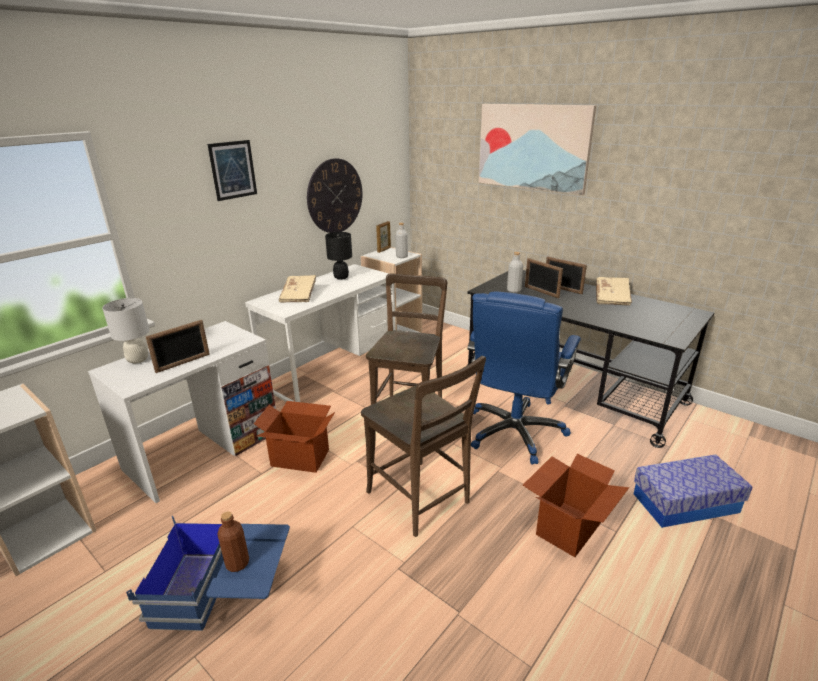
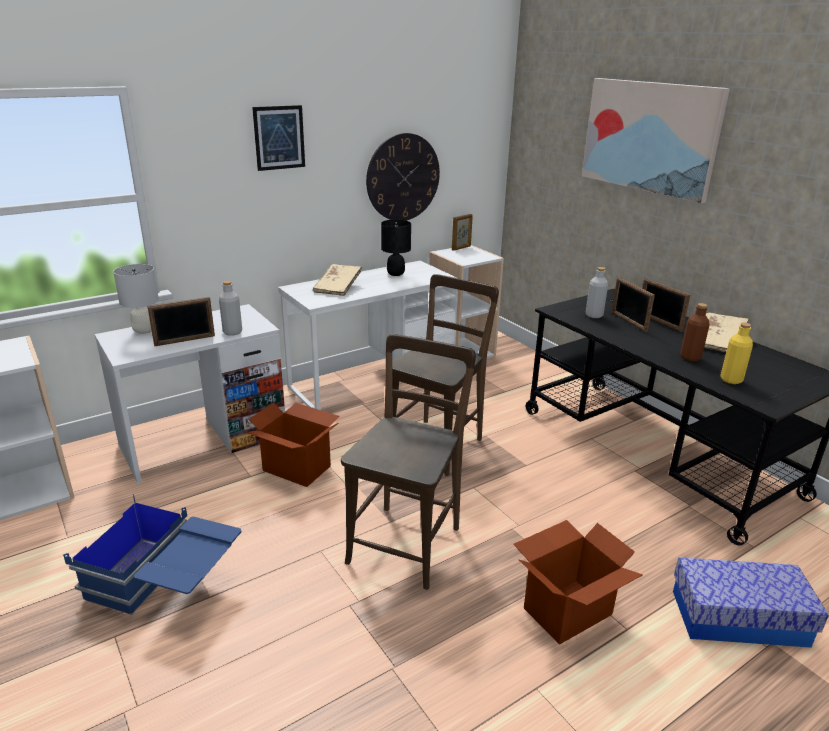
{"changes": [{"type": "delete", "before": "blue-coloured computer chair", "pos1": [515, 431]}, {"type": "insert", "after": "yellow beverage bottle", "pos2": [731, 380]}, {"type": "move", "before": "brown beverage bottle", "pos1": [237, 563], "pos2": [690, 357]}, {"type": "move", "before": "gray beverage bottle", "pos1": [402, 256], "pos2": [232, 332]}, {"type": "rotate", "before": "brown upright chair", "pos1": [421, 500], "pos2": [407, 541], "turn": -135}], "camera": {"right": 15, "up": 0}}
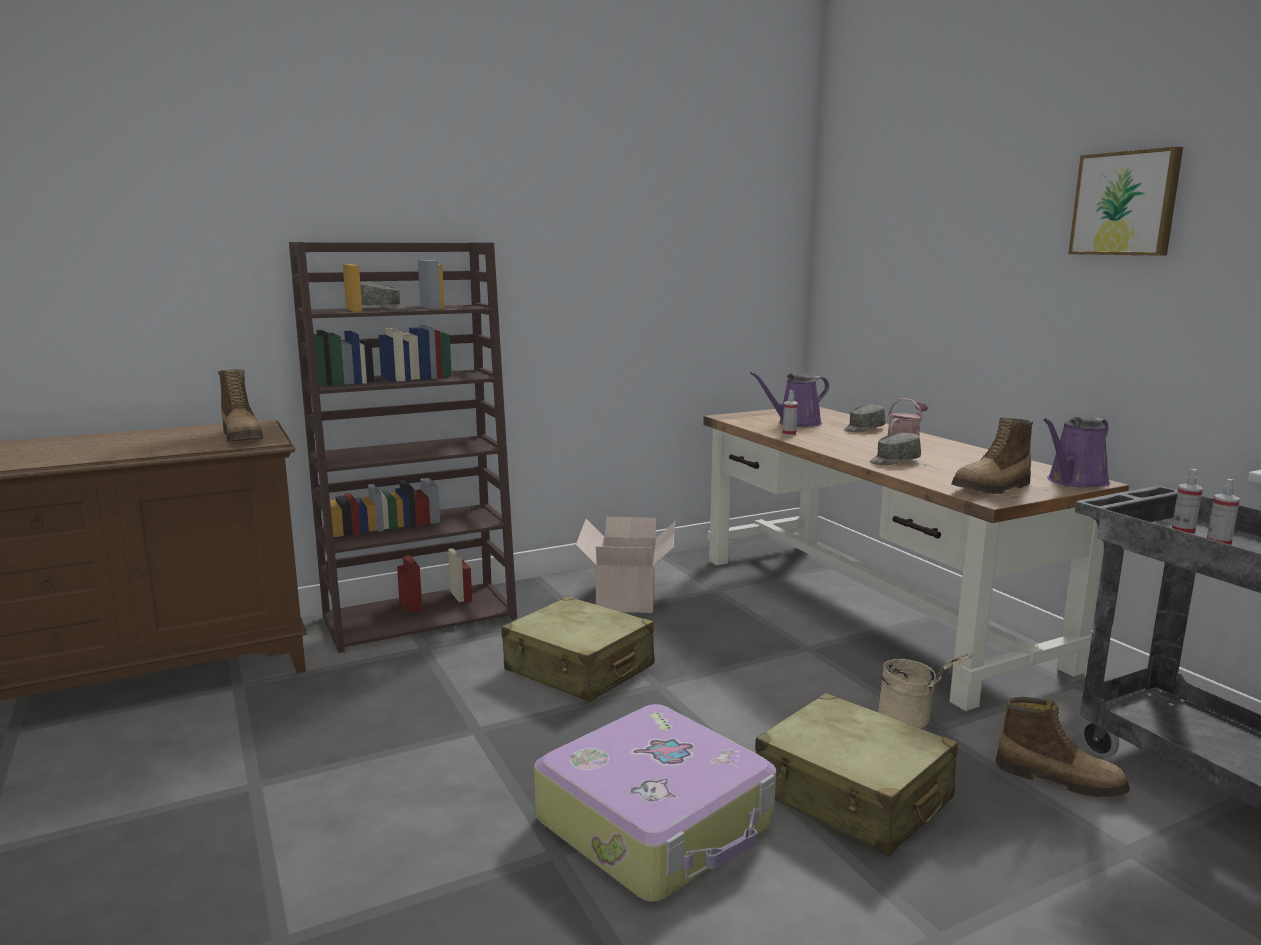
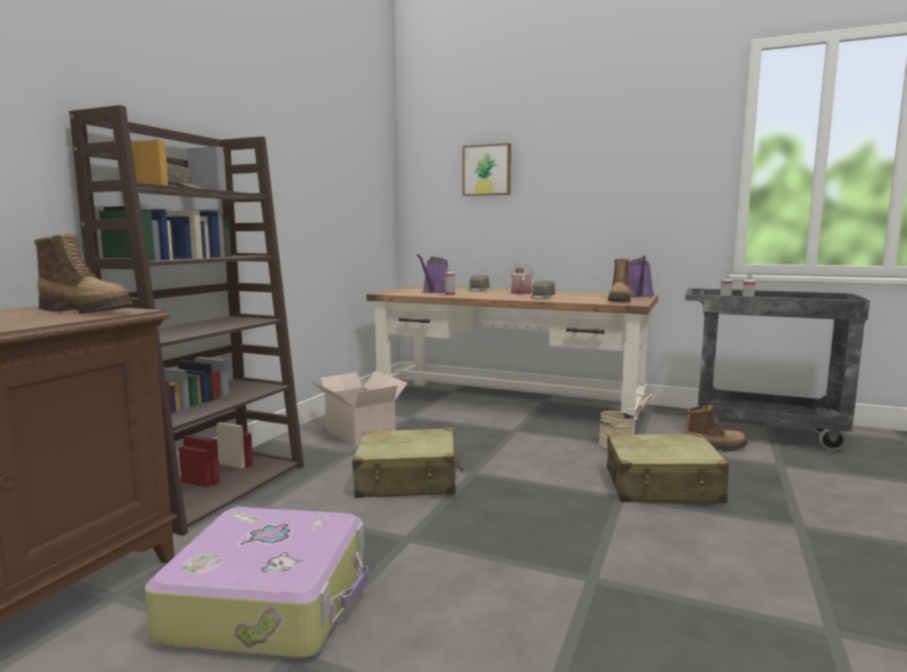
{"changes": [{"type": "move", "before": "suitcase", "pos1": [657, 822], "pos2": [270, 601]}, {"type": "move", "before": "wall picture", "pos1": [1126, 203], "pos2": [487, 170]}], "camera": {"right": -40, "up": -5}}
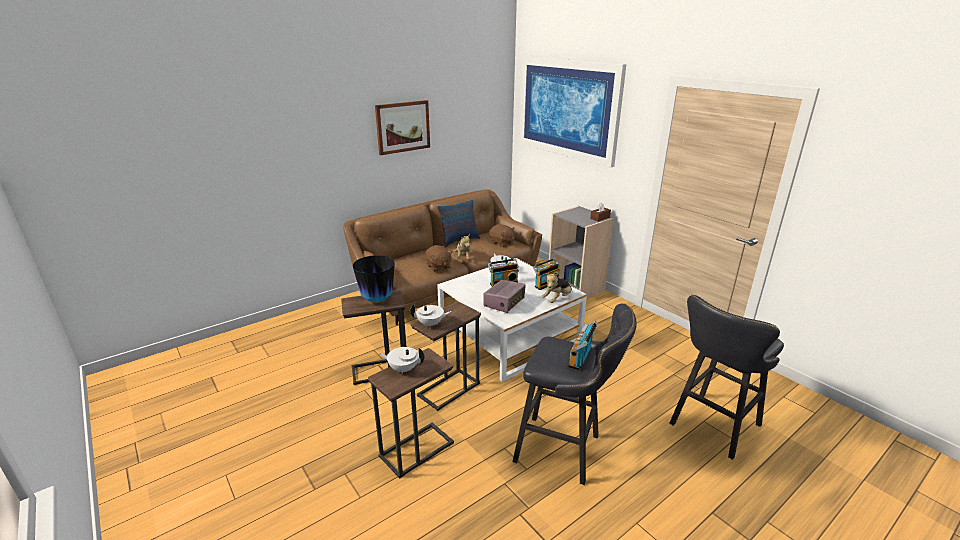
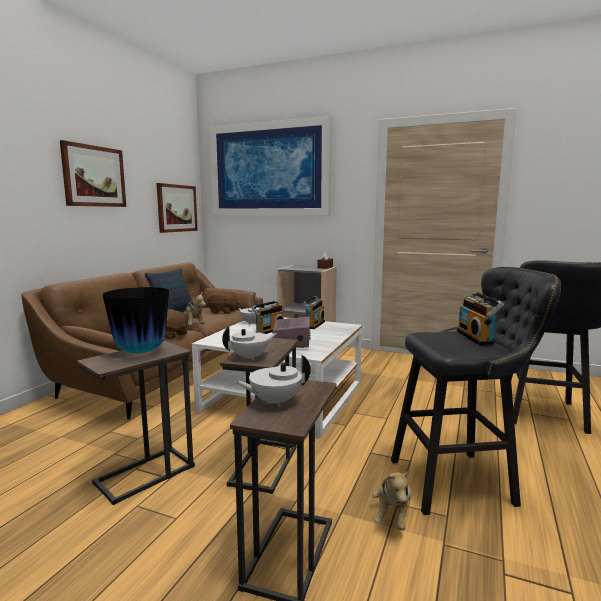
{"changes": [{"type": "insert", "after": "wall picture", "pos2": [177, 208]}, {"type": "move", "before": "cuddly toy", "pos1": [557, 299], "pos2": [393, 515]}], "camera": {"right": -30, "up": -15}}
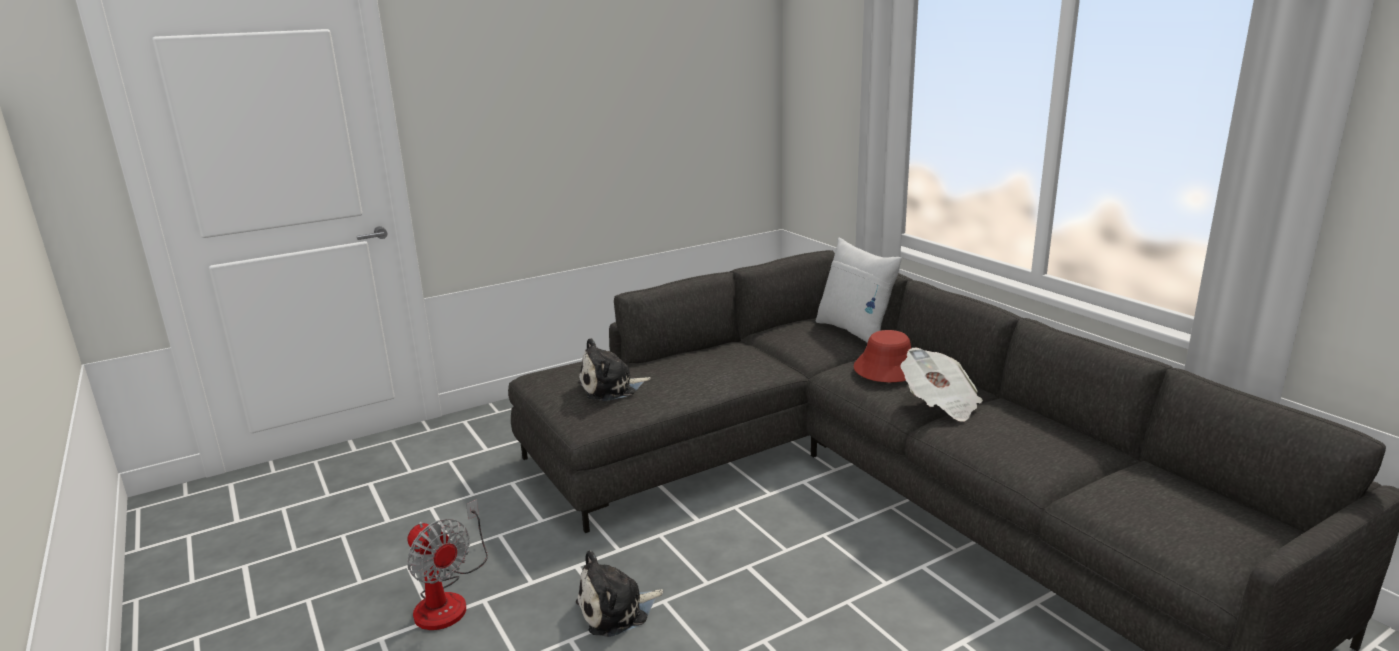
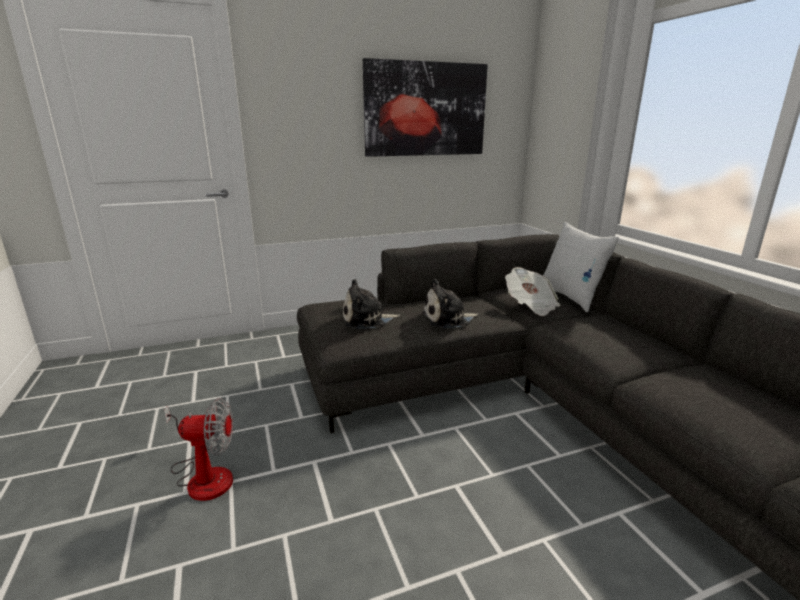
{"changes": [{"type": "delete", "before": "red-coloured clothing hat", "pos1": [887, 368]}, {"type": "insert", "after": "wall picture", "pos2": [425, 109]}, {"type": "move", "before": "cuddly toy", "pos1": [617, 610], "pos2": [448, 319]}, {"type": "move", "before": "daily paper", "pos1": [940, 404], "pos2": [531, 305]}, {"type": "rotate", "before": "cooling fan", "pos1": [448, 599], "pos2": [204, 475], "turn": -60}], "camera": {"right": 10, "up": 0}}
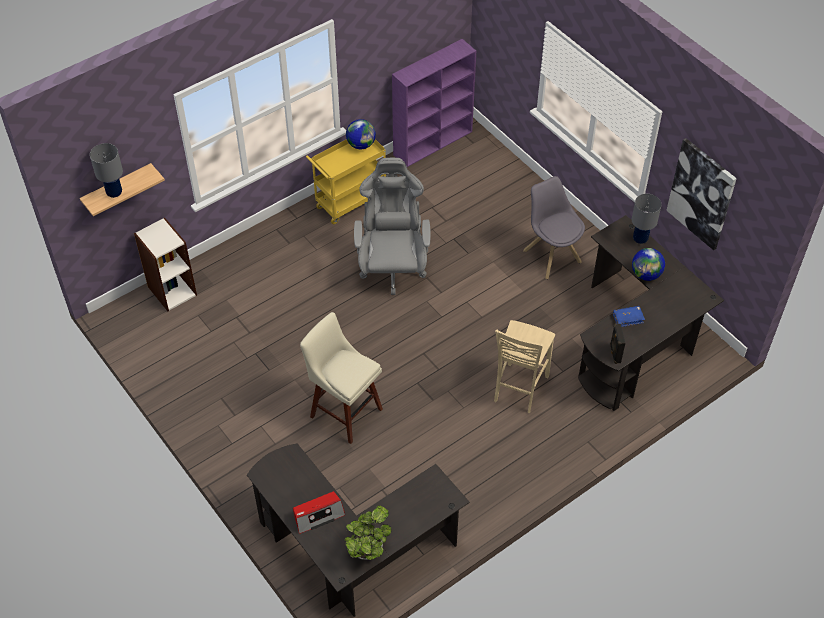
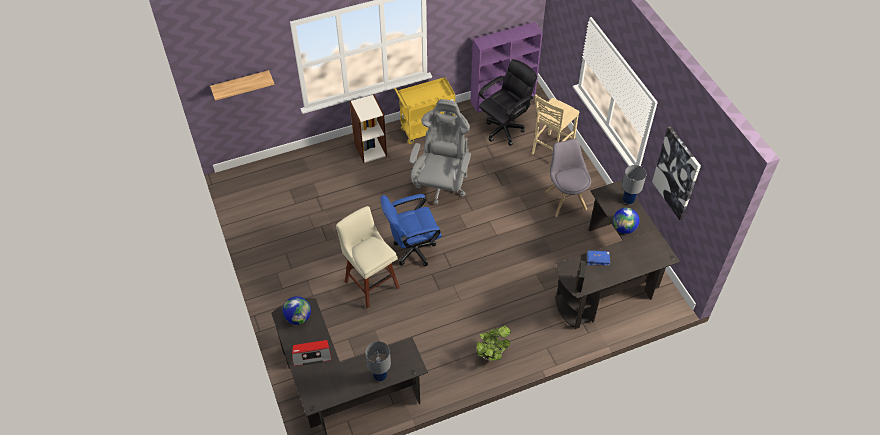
{"changes": [{"type": "insert", "after": "blue-coloured computer chair", "pos2": [412, 252]}, {"type": "insert", "after": "blackish computer chair", "pos2": [505, 129]}, {"type": "move", "before": "gray tabletop lamp", "pos1": [114, 193], "pos2": [380, 376]}, {"type": "move", "before": "bookshelf", "pos1": [172, 290], "pos2": [370, 149]}, {"type": "move", "before": "houseplant", "pos1": [367, 548], "pos2": [491, 353]}, {"type": "move", "before": "globe", "pos1": [361, 145], "pos2": [298, 317]}, {"type": "move", "before": "sand-coloured upright chair", "pos1": [519, 389], "pos2": [550, 150]}], "camera": {"right": 15, "up": 0}}
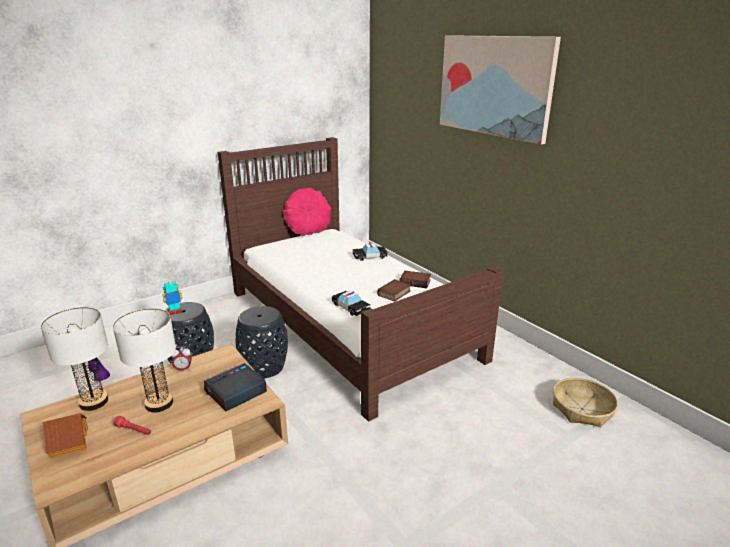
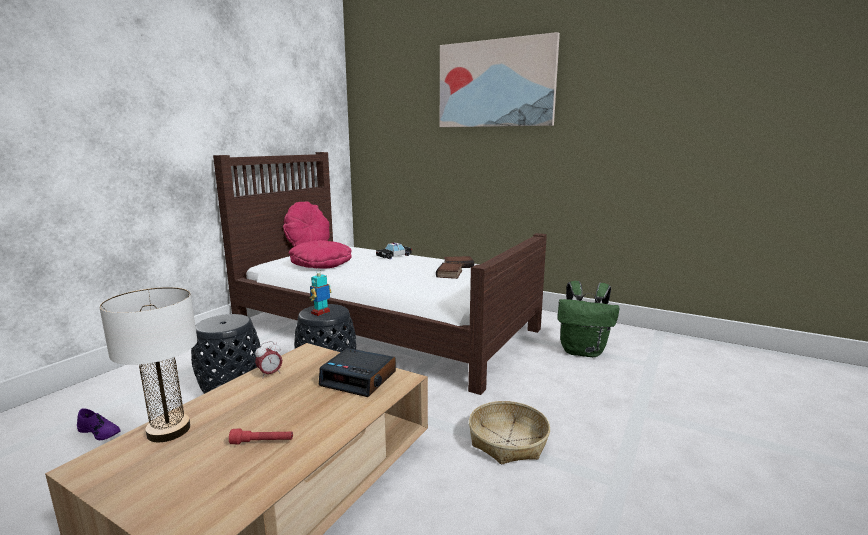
{"changes": [{"type": "delete", "before": "miniature house", "pos1": [69, 443]}, {"type": "delete", "before": "tabletop lamp", "pos1": [159, 403]}, {"type": "delete", "before": "toy car", "pos1": [350, 307]}, {"type": "insert", "after": "pink throw pillow", "pos2": [322, 264]}, {"type": "insert", "after": "green-coloured backpack", "pos2": [583, 351]}, {"type": "move", "before": "robot figure", "pos1": [175, 312], "pos2": [321, 313]}, {"type": "move", "before": "household basket", "pos1": [582, 409], "pos2": [508, 441]}, {"type": "rotate", "before": "table clock", "pos1": [235, 392], "pos2": [359, 379], "turn": -90}], "camera": {"right": -25, "up": -10}}
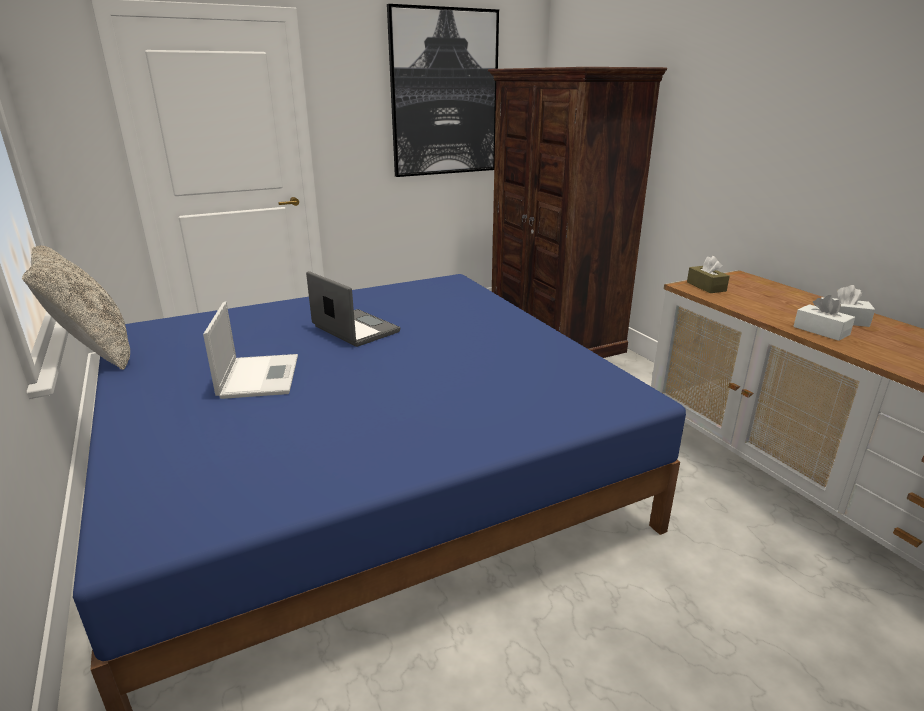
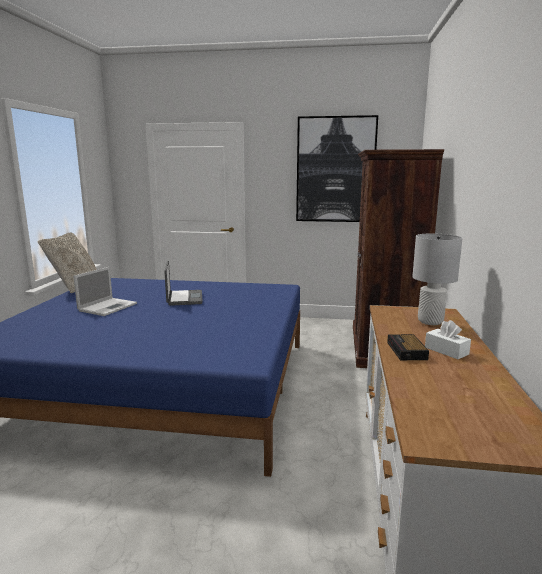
{"changes": [{"type": "delete", "before": "brown box of tissues", "pos1": [706, 286]}, {"type": "insert", "after": "gray tabletop lamp", "pos2": [430, 323]}, {"type": "replace", "before": "white box of tissues", "after": "table clock", "pos1": [821, 331], "pos2": [407, 351]}], "camera": {"right": 35, "up": -10}}
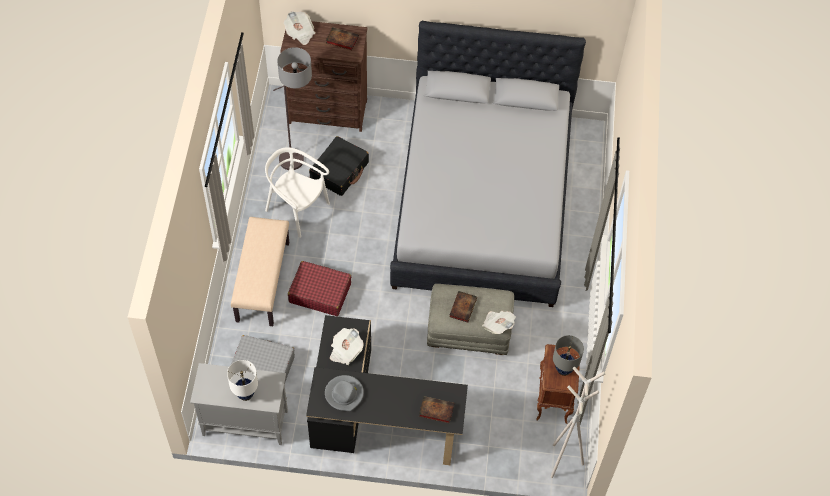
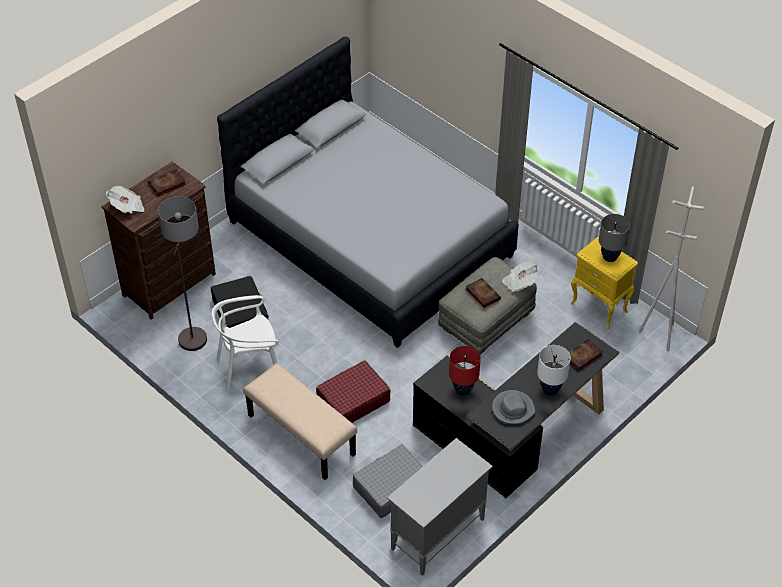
{"changes": [{"type": "move", "before": "white tabletop lamp", "pos1": [245, 394], "pos2": [550, 388]}, {"type": "replace", "before": "daily paper", "after": "red-coloured tabletop lamp", "pos1": [345, 351], "pos2": [463, 389]}, {"type": "recolor", "before": "brown nightstand", "after": "yellow nightstand", "pos1": [553, 400], "pos2": [599, 307]}], "camera": {"right": -50, "up": -10}}
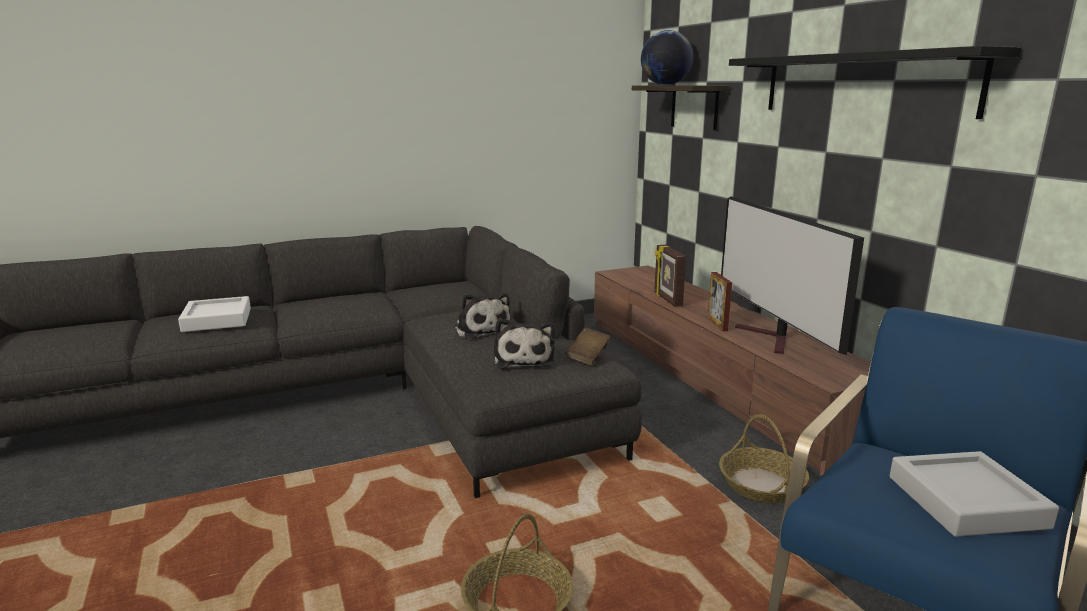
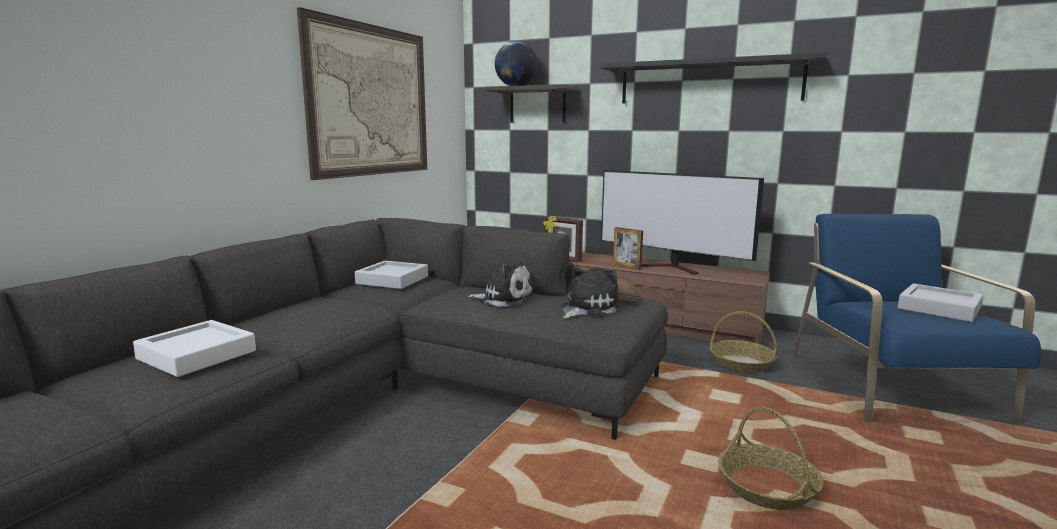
{"changes": [{"type": "insert", "after": "wall picture", "pos2": [370, 101]}, {"type": "insert", "after": "gray serving tray", "pos2": [392, 280]}, {"type": "rotate", "before": "cuddly toy", "pos1": [524, 358], "pos2": [587, 308], "turn": -90}], "camera": {"right": -40, "up": -5}}
